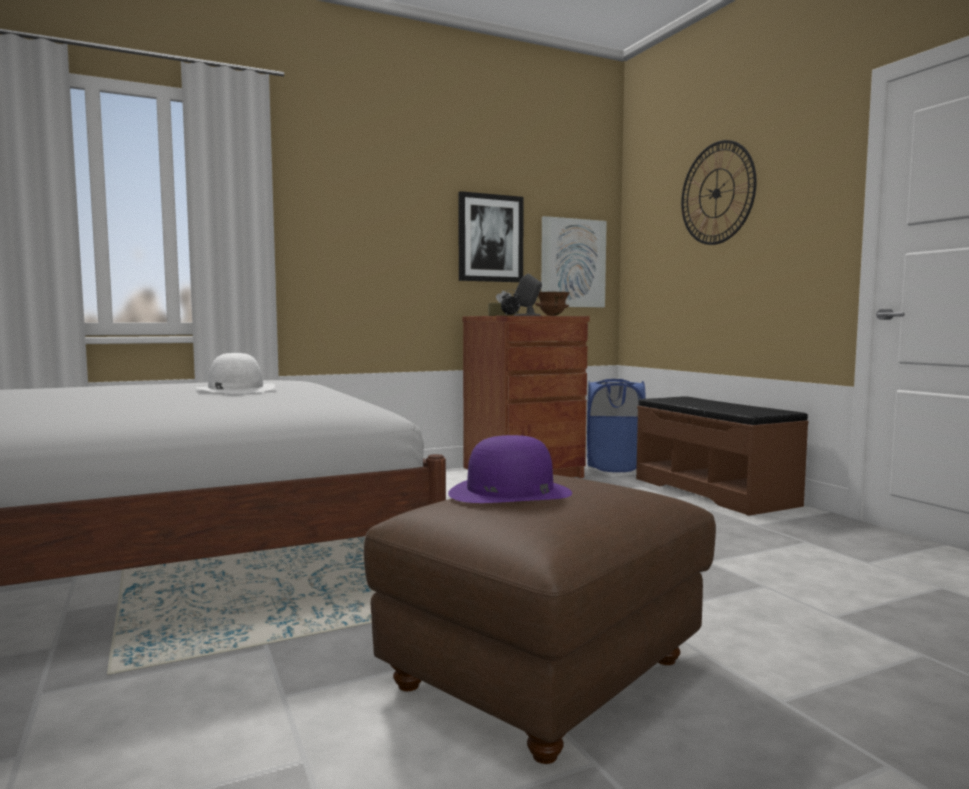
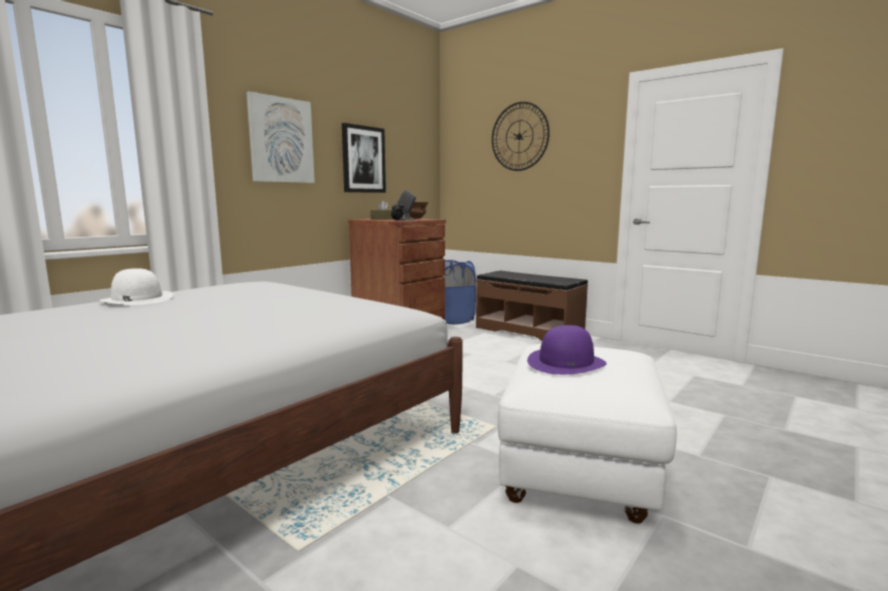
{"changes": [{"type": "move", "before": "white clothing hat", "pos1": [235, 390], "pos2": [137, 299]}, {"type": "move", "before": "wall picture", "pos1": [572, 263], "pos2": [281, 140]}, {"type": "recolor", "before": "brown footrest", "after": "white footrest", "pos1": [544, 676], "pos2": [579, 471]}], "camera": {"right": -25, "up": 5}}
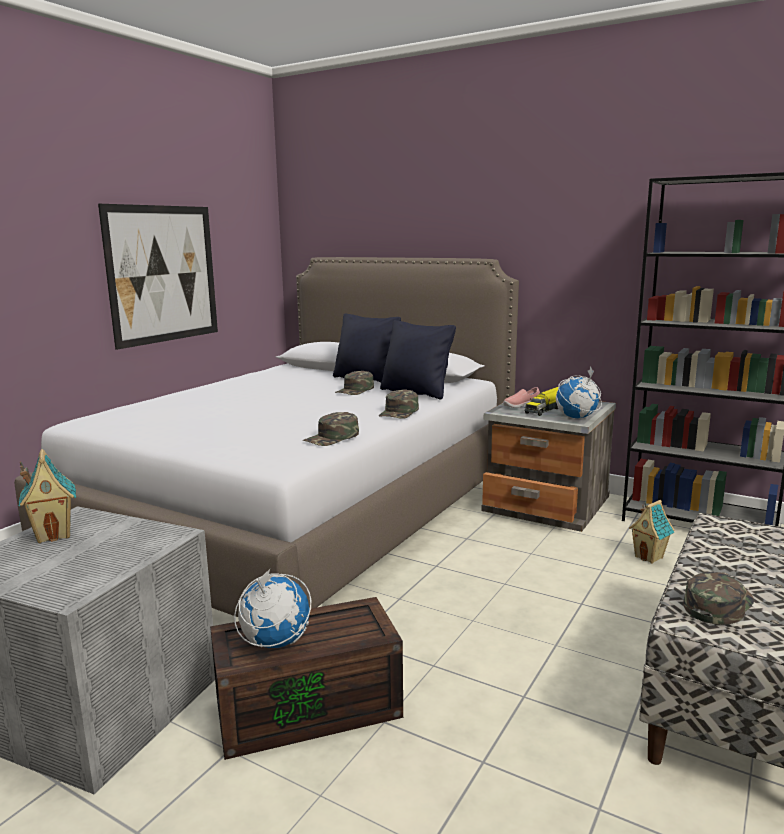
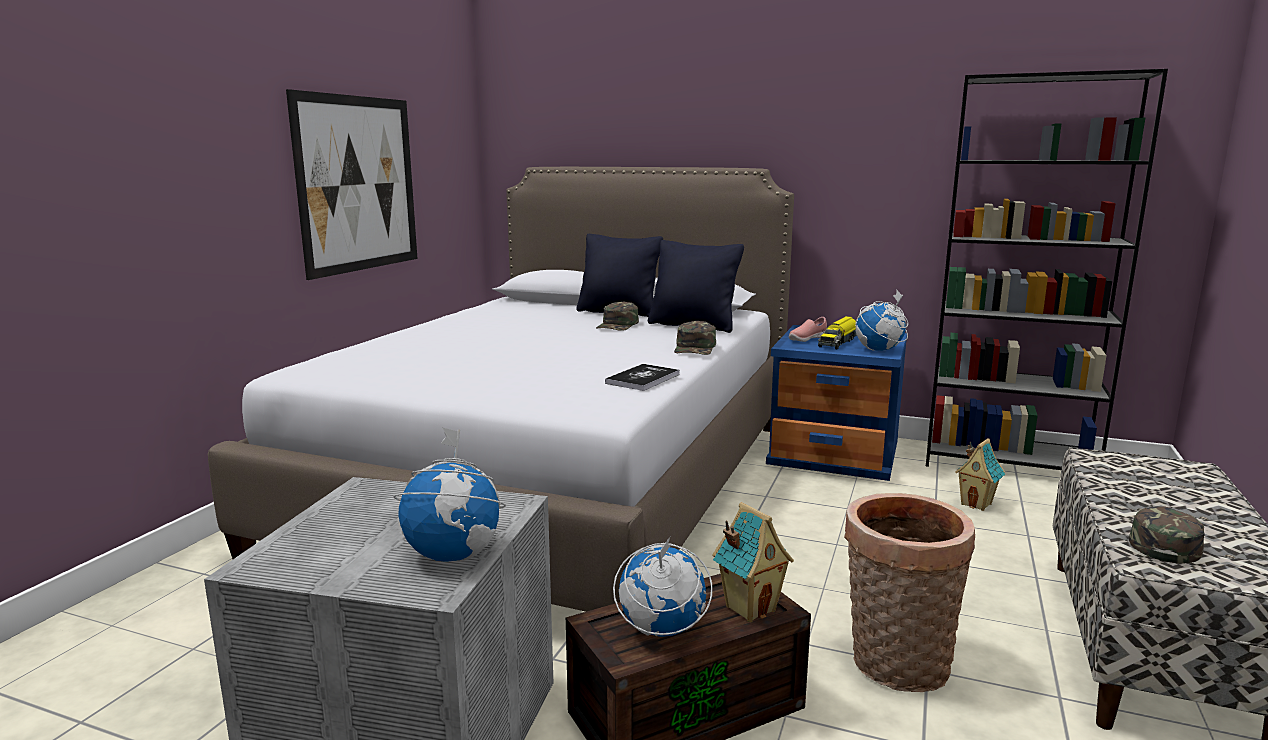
{"changes": [{"type": "insert", "after": "globe", "pos2": [454, 554]}, {"type": "insert", "after": "household basket", "pos2": [895, 667]}, {"type": "move", "before": "miniature house", "pos1": [54, 534], "pos2": [750, 608]}, {"type": "replace", "before": "green-coloured cap", "after": "volume", "pos1": [332, 438], "pos2": [643, 379]}, {"type": "recolor", "before": "gray nightstand", "after": "blue-coloured nightstand", "pos1": [546, 506], "pos2": [834, 454]}], "camera": {"right": -10, "up": 0}}
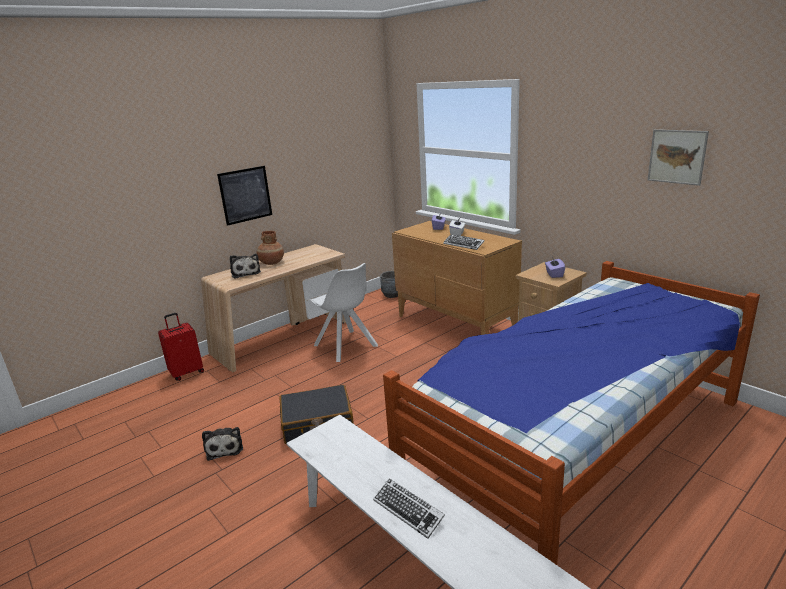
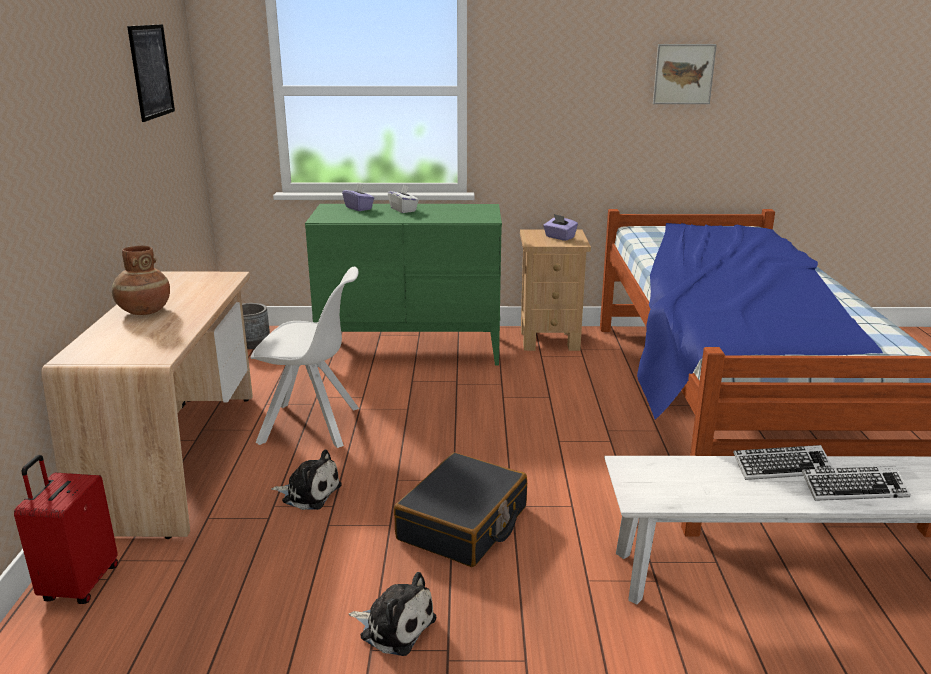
{"changes": [{"type": "move", "before": "wall picture", "pos1": [245, 195], "pos2": [151, 71]}, {"type": "move", "before": "cuddly toy", "pos1": [245, 273], "pos2": [309, 493]}, {"type": "move", "before": "keyboard", "pos1": [463, 244], "pos2": [782, 468]}, {"type": "recolor", "before": "brown storage cabinet", "after": "green-coloured storage cabinet", "pos1": [455, 325], "pos2": [410, 350]}], "camera": {"right": -50, "up": 0}}
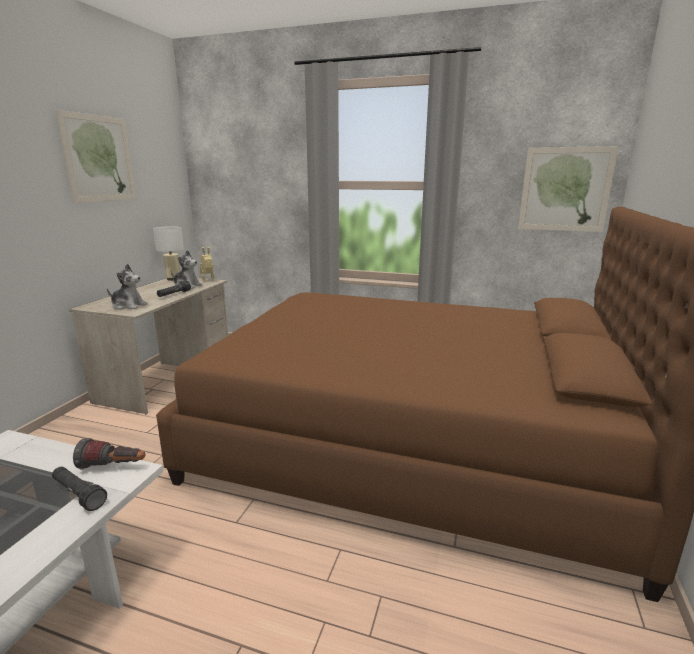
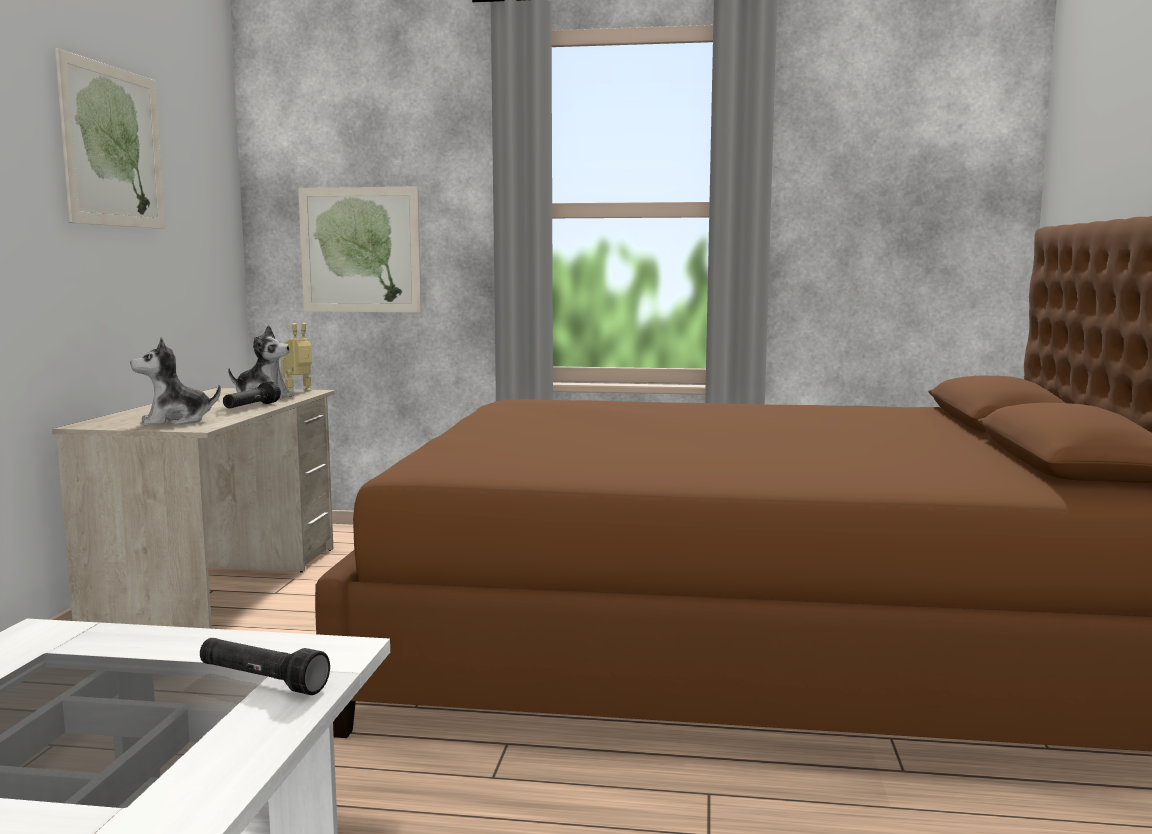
{"changes": [{"type": "delete", "before": "flashlight", "pos1": [114, 467]}, {"type": "delete", "before": "white tabletop lamp", "pos1": [173, 279]}, {"type": "move", "before": "wall picture", "pos1": [565, 189], "pos2": [360, 250]}, {"type": "rotate", "before": "cuddly toy", "pos1": [128, 306], "pos2": [175, 421], "turn": 150}], "camera": {"right": -10, "up": -10}}
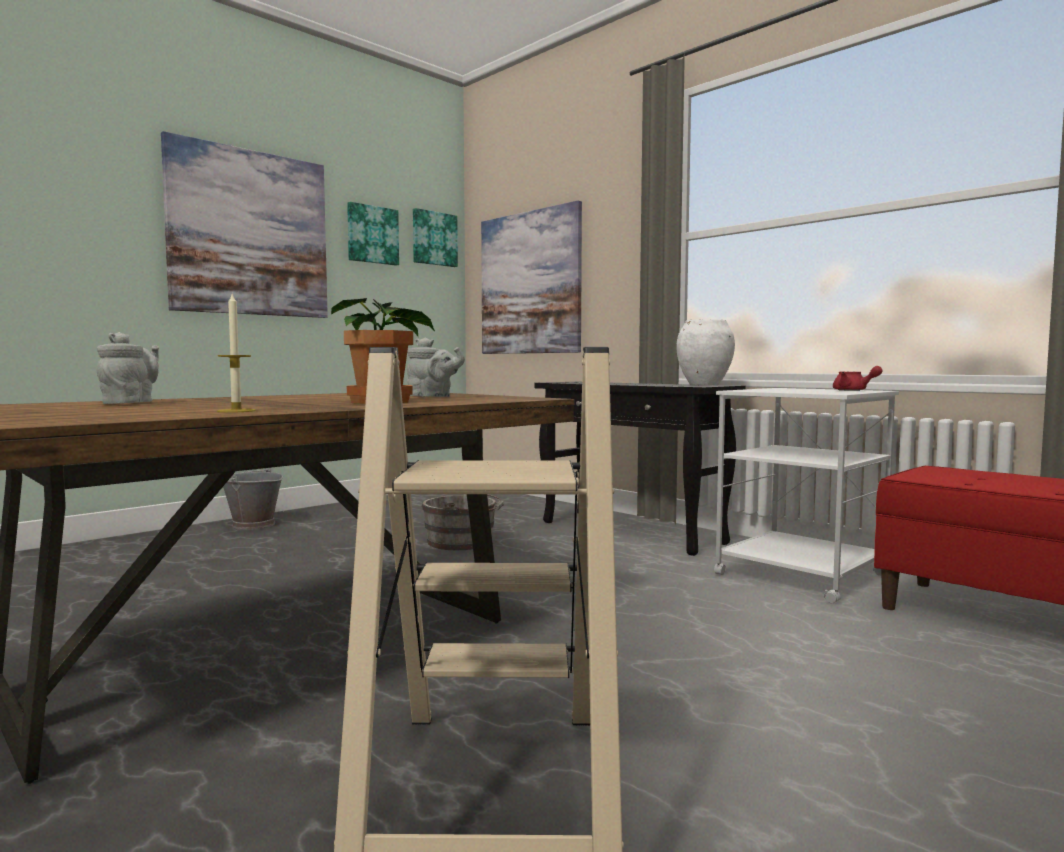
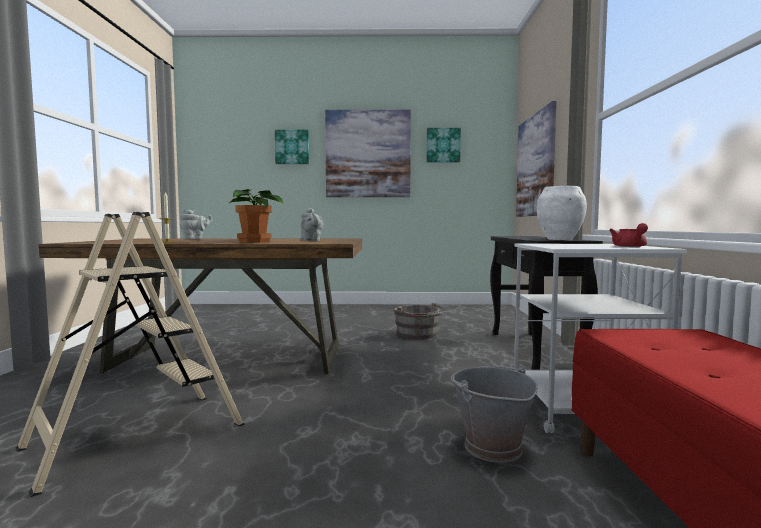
{"changes": [{"type": "move", "before": "gray bucket", "pos1": [253, 525], "pos2": [492, 447]}, {"type": "move", "before": "wall picture", "pos1": [434, 238], "pos2": [292, 147]}], "camera": {"right": 45, "up": 0}}
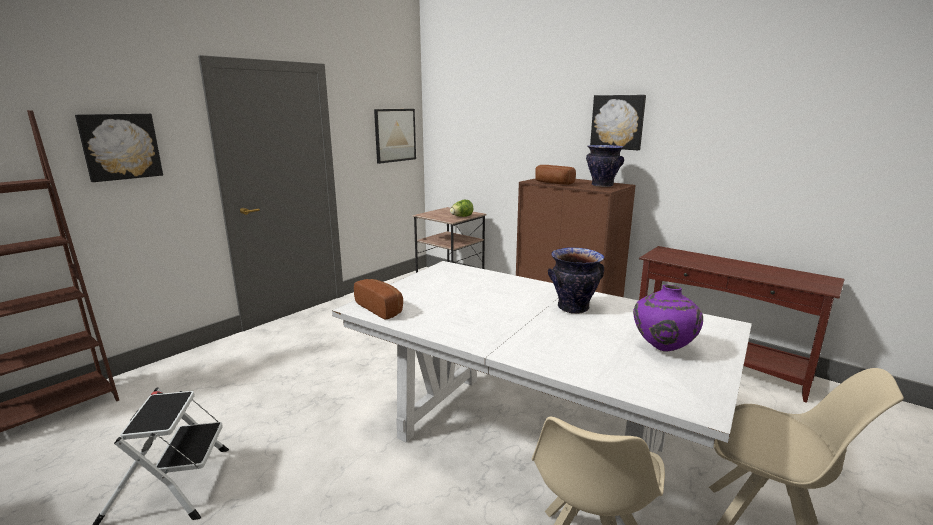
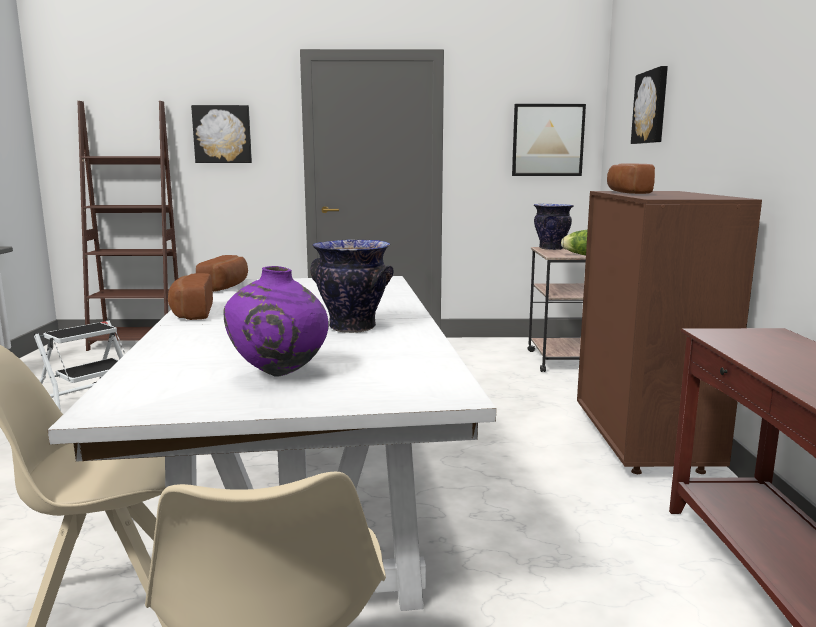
{"changes": [{"type": "insert", "after": "bread", "pos2": [190, 312]}, {"type": "move", "before": "decorative vase", "pos1": [602, 185], "pos2": [551, 248]}, {"type": "move", "before": "wall picture", "pos1": [618, 122], "pos2": [651, 107]}], "camera": {"right": 50, "up": -5}}
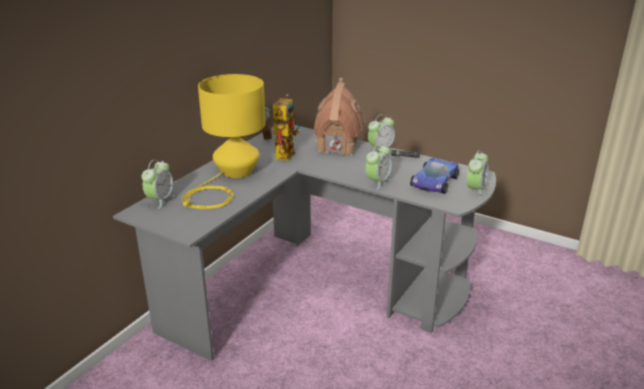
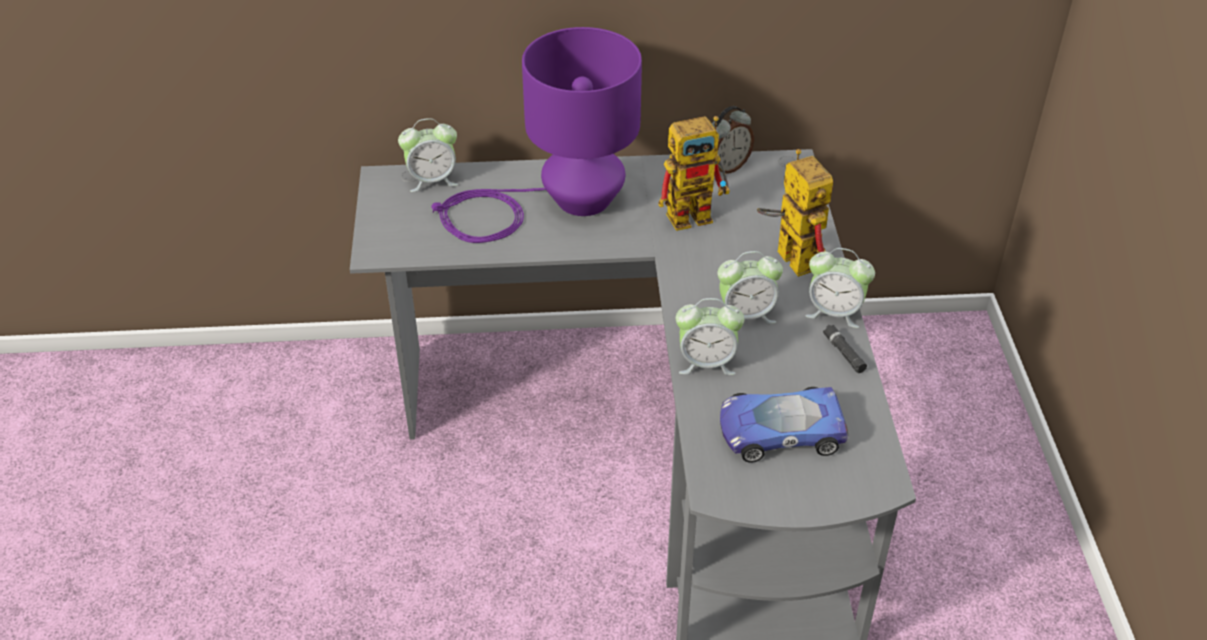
{"changes": [{"type": "move", "before": "table clock", "pos1": [475, 190], "pos2": [746, 315]}, {"type": "replace", "before": "miniature house", "after": "robot figure", "pos1": [337, 146], "pos2": [789, 255]}, {"type": "recolor", "before": "yellow tabletop lamp", "after": "purple-coloured tabletop lamp", "pos1": [226, 181], "pos2": [544, 206]}], "camera": {"right": 55, "up": 15}}
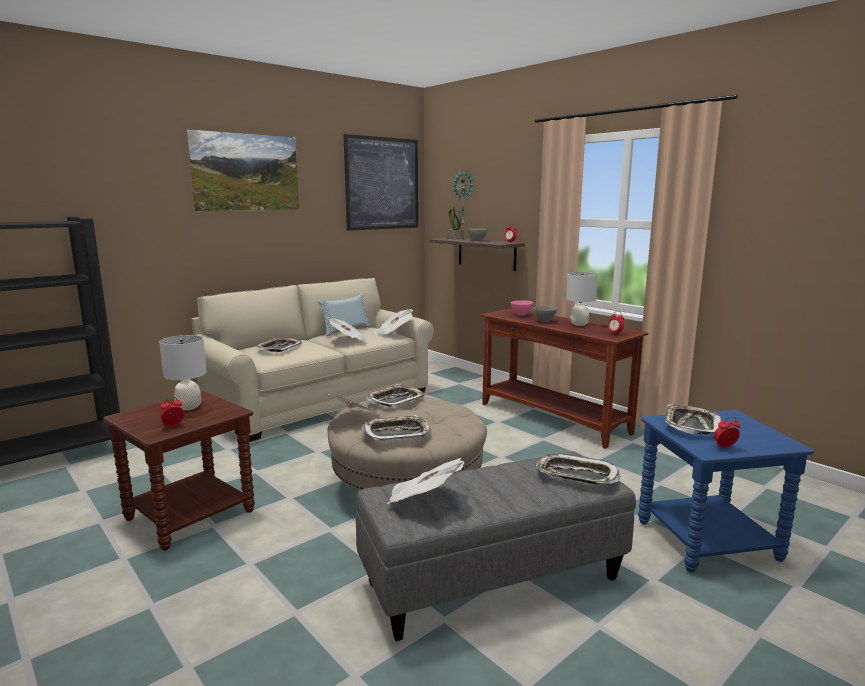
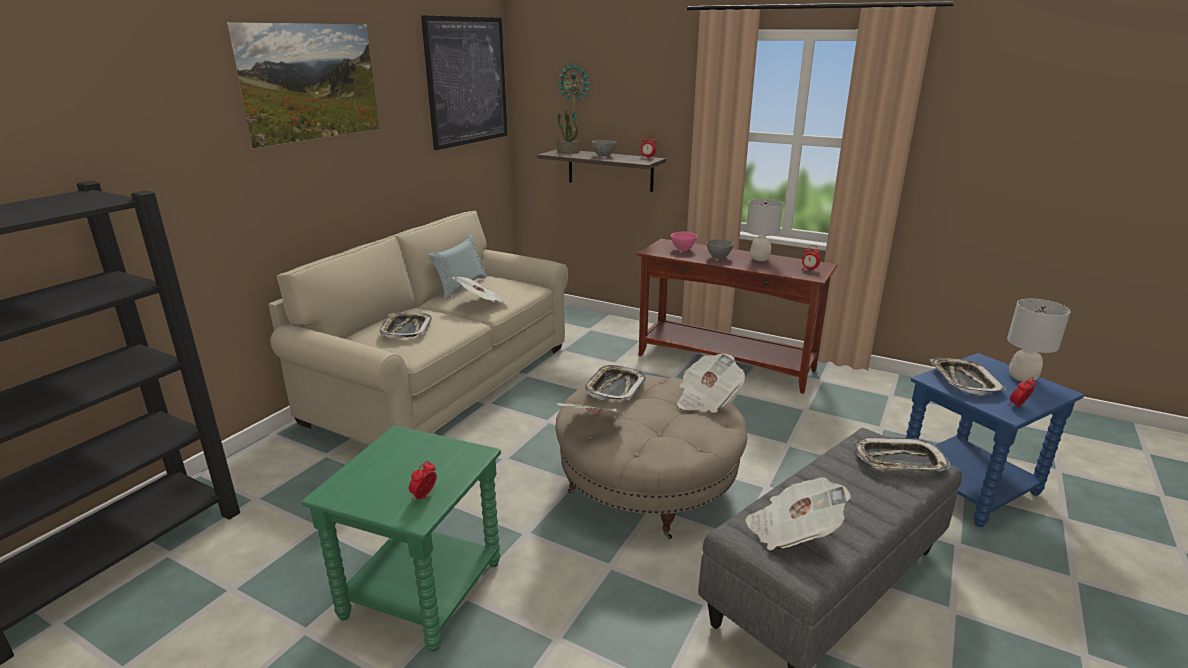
{"changes": [{"type": "delete", "before": "serving tray", "pos1": [397, 433]}, {"type": "move", "before": "gray tabletop lamp", "pos1": [188, 407], "pos2": [1020, 378]}, {"type": "move", "before": "daily paper", "pos1": [393, 332], "pos2": [706, 399]}, {"type": "recolor", "before": "brown accent table", "after": "green-coloured accent table", "pos1": [190, 516], "pos2": [423, 591]}], "camera": {"right": -20, "up": 10}}
